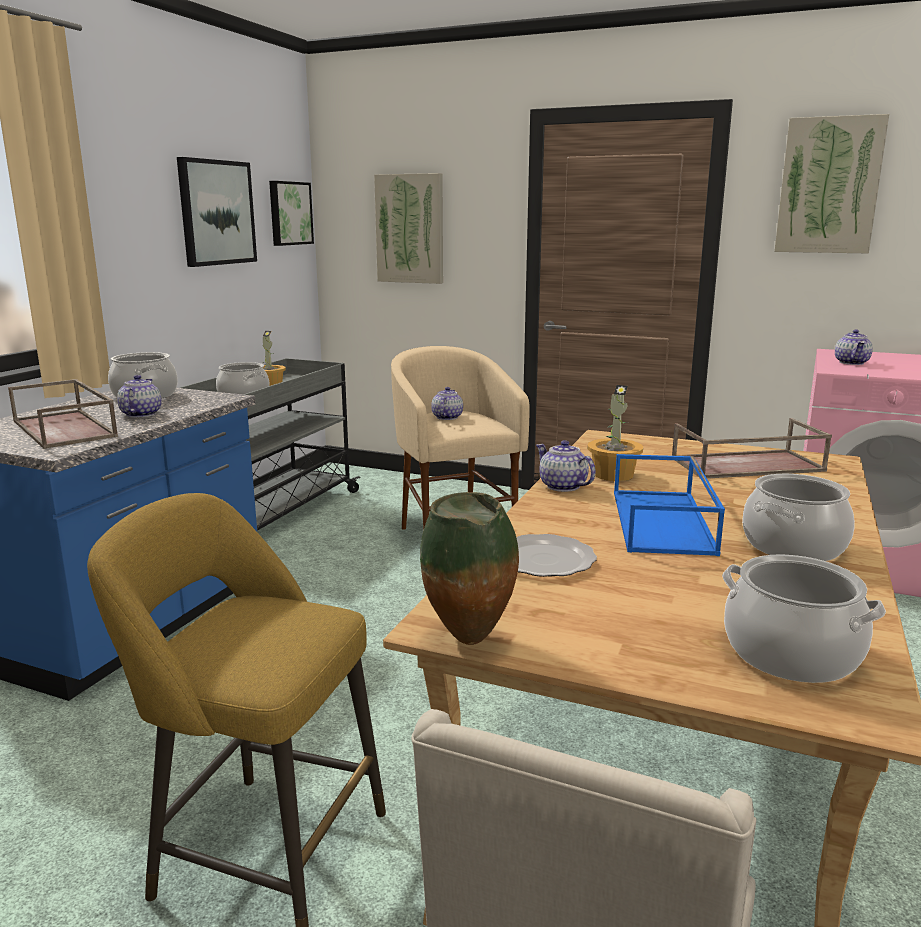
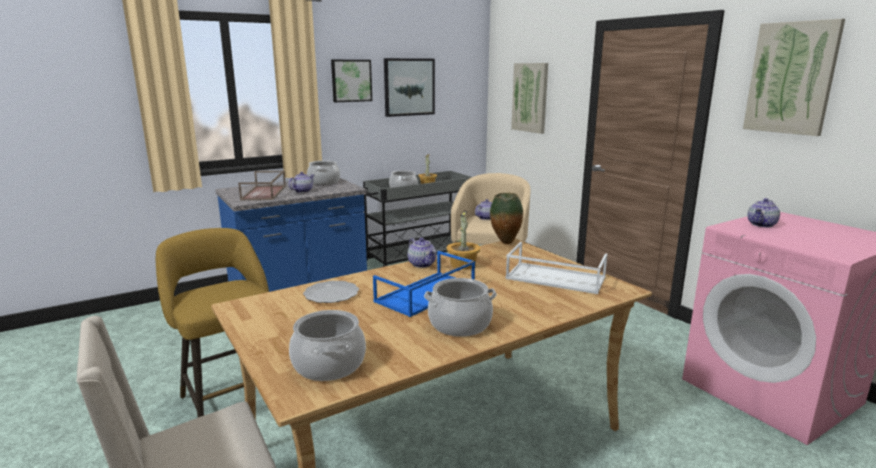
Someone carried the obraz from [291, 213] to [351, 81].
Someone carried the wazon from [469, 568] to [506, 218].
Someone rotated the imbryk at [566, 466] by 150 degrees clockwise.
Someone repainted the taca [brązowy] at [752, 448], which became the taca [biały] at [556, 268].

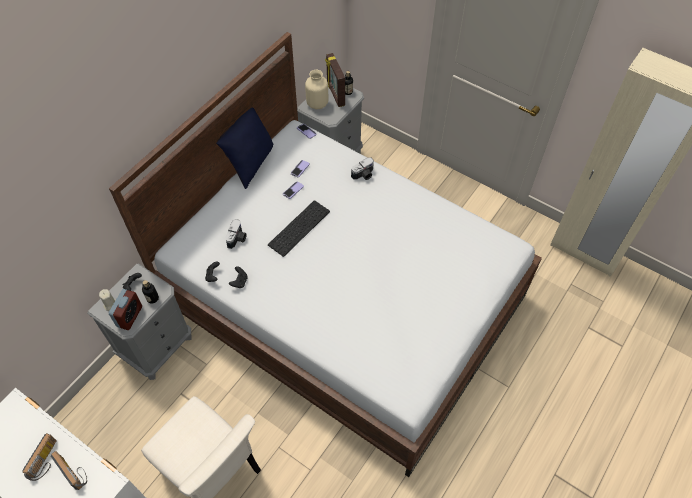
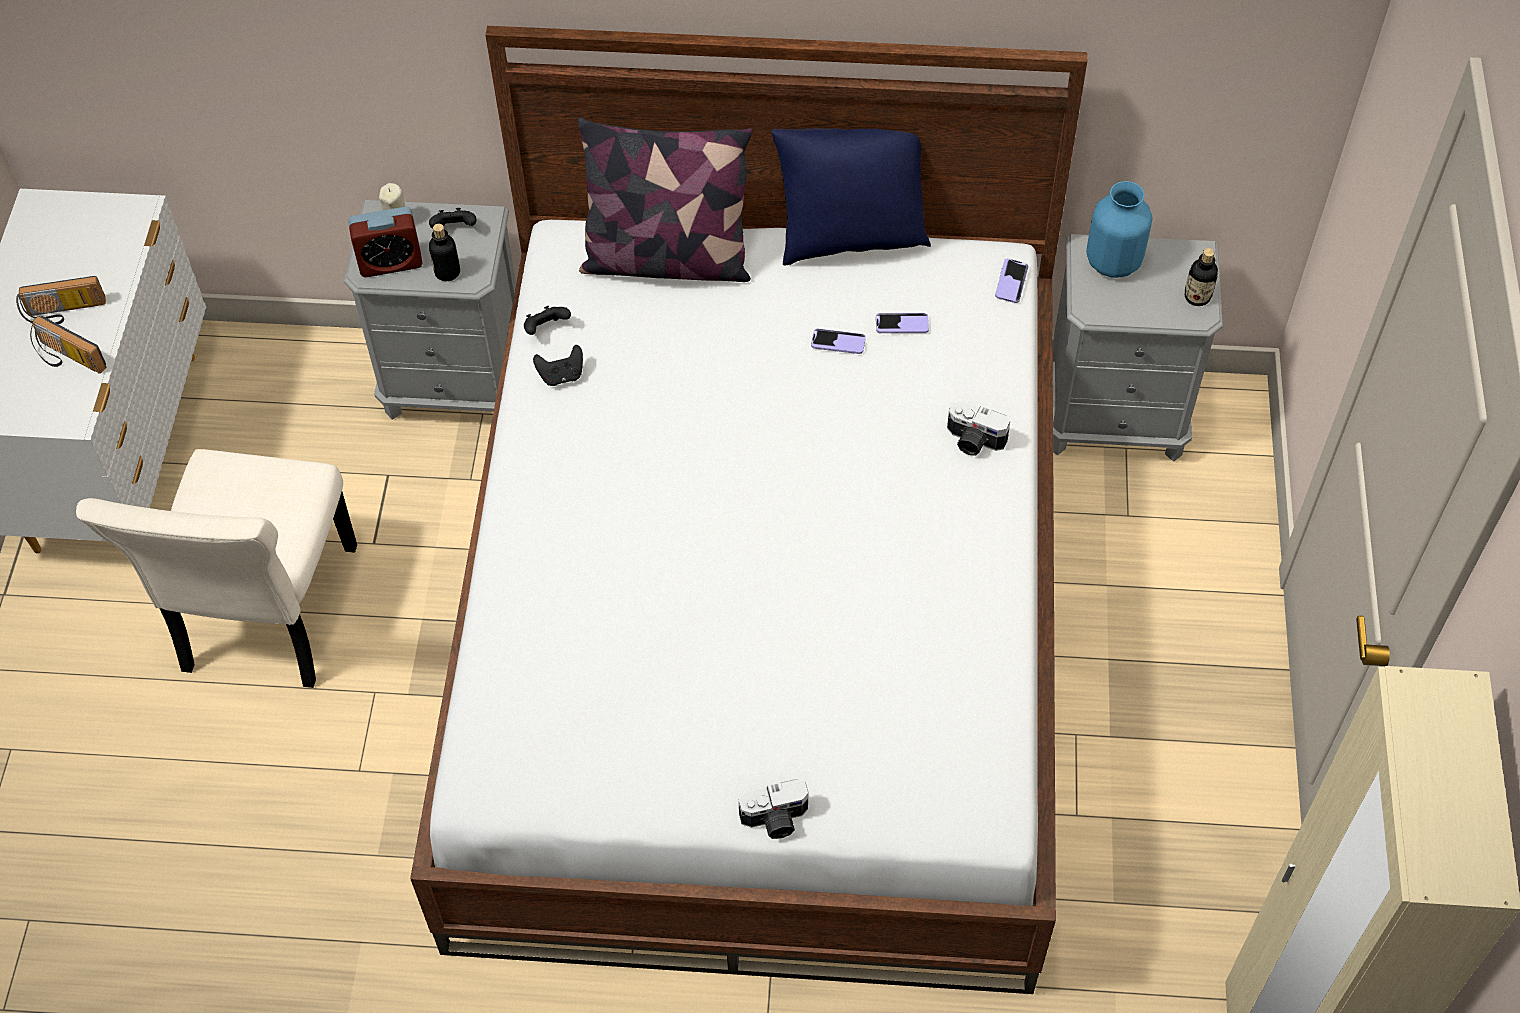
Someone rotated the radio at [69, 470] by 105 degrees clockwise.
Someone carried the aparat fotograficzny from [235, 234] to [774, 809].
Someone took away the klawiatura at [299, 228].
Someone repainted the wazon [beżowy] at [316, 89], which became the wazon [niebieski] at [1119, 229].
Someone took away the ramka na zdjęcie at [335, 80].
Someone put down the poduszka at [665, 200].

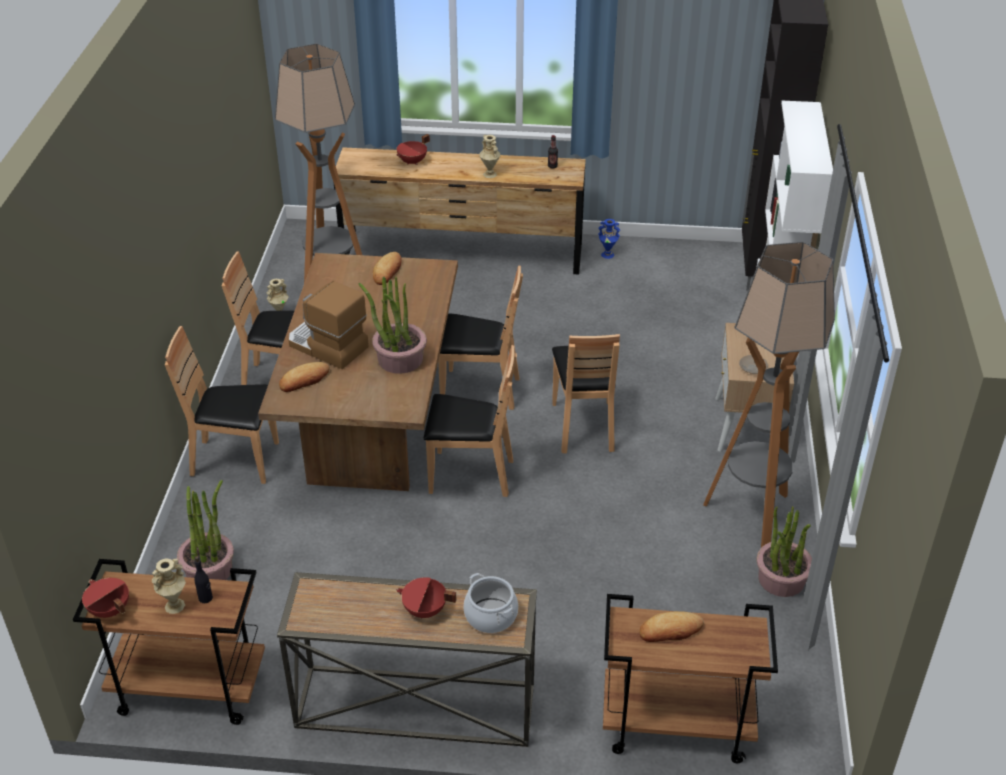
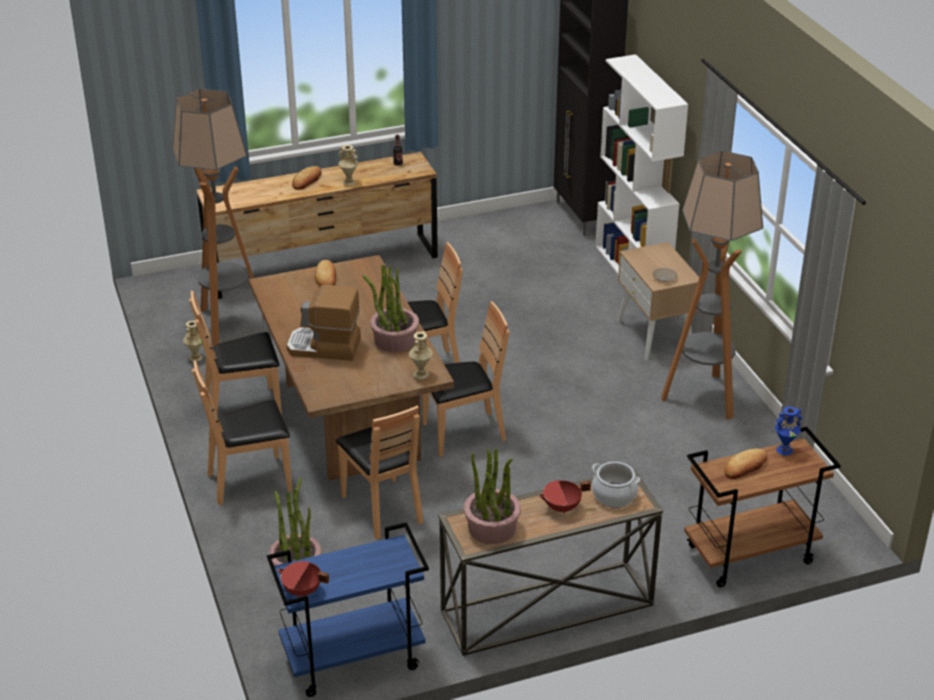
Someone repainted the wózek [brązowy] at [169, 642], which became the wózek [niebieski] at [348, 609].
Someone carried the wazon [beżowy] from [169, 586] to [421, 355].
Someone took away the butelka [czarny] at [203, 579].
Someone carried the chleb from [304, 377] to [307, 178].
Someone took away the garnek [czerwony] at [413, 149].
Someone carried the krzesło [brązowy] from [586, 393] to [380, 472].
Someone carried the wazon [niebieski] from [609, 239] to [788, 431].
Someone carried the roślina doniczkowa from [784, 551] to [492, 496].

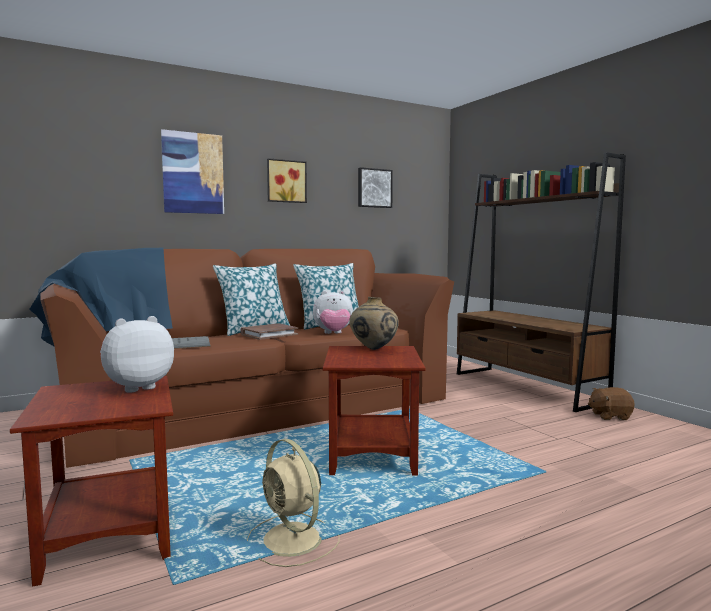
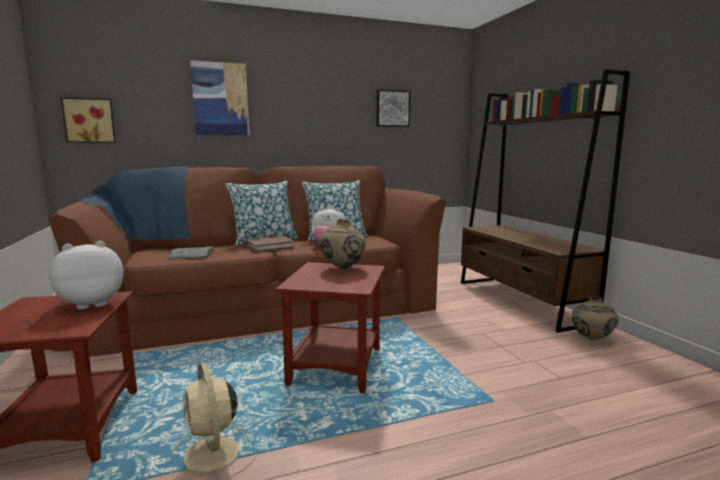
Someone carried the obraz from [287, 180] to [88, 120].
Someone swapped the pluszak [brązowy] at [611, 403] for the wazon [beżowy] at [595, 318].

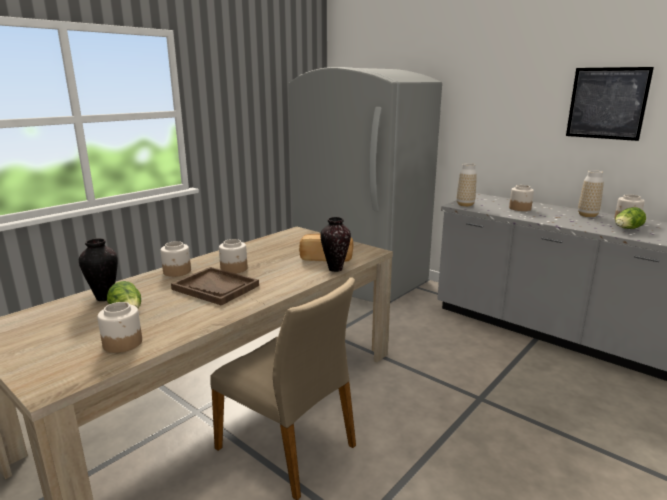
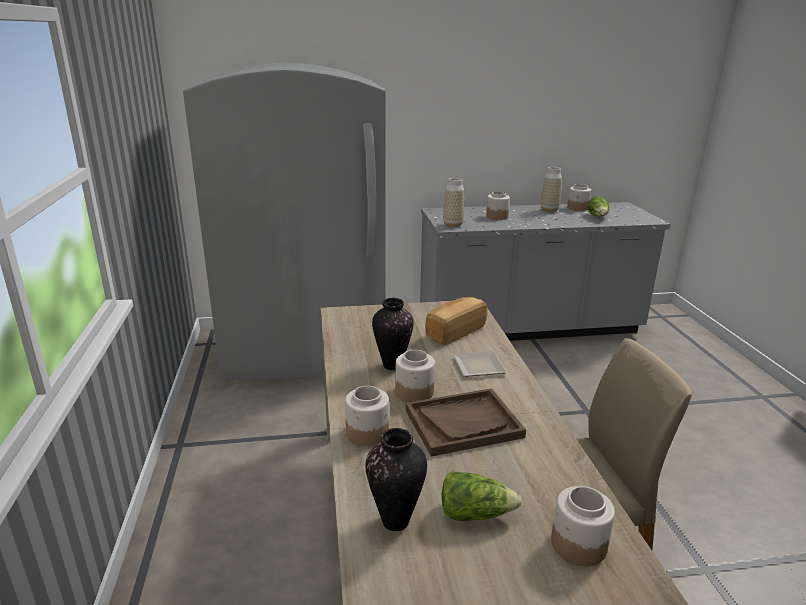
Someone carried the wazon from [335, 244] to [393, 334].
Someone took away the obraz at [610, 104].
Someone put down the talerz at [480, 364].

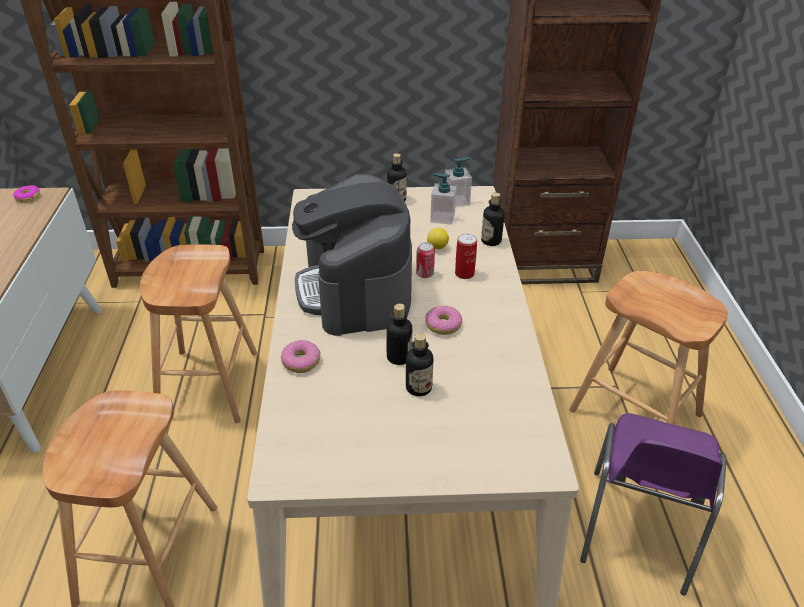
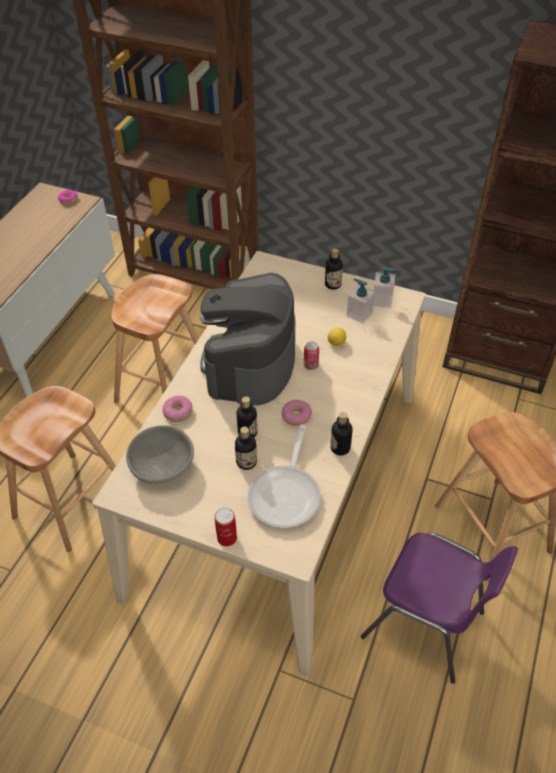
Someone carried the puszka from [466, 256] to [226, 527].
Someone carried the butelka from [493, 219] to [341, 433].
Someone rotated the krzesło [fioletowy] at [653, 504] by 105 degrees counterclockwise.
Someone put down the miska [szary] at [160, 454].
Someone put down the patelnia at [284, 476].

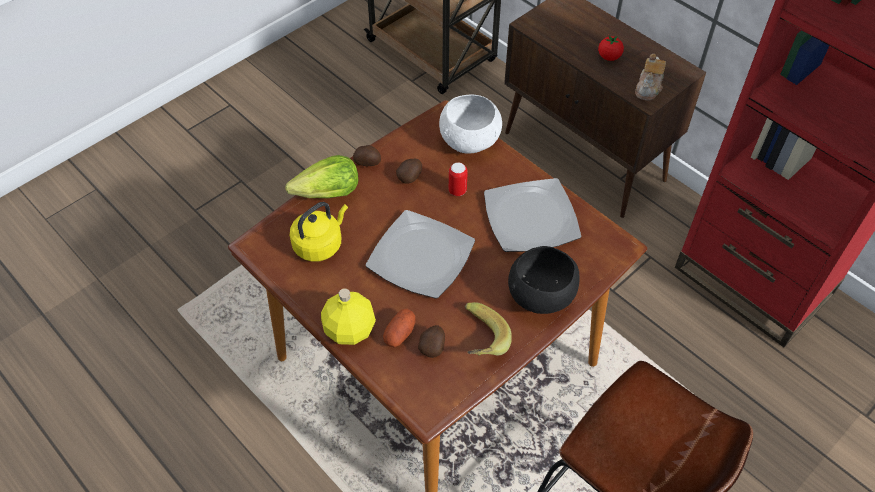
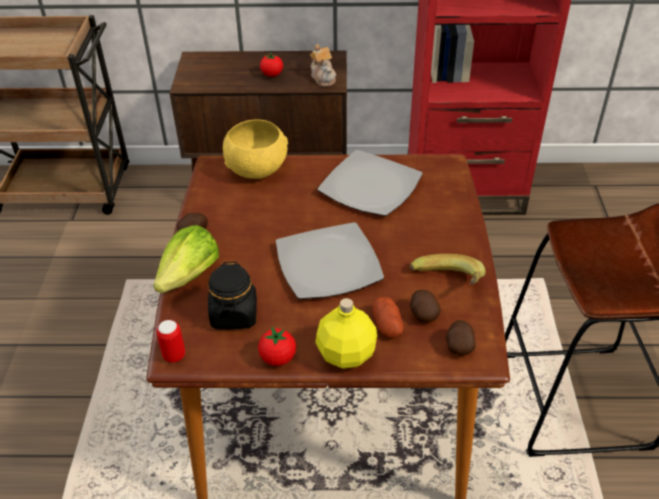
Someone swapped the czajnik [żółty] at [319, 232] for the słoik [czarny] at [232, 296].
Someone carried the ziemniak from [409, 171] to [461, 337].
Someone repainted the miska [biały] at [470, 124], which became the miska [żółty] at [255, 149].
Someone carried the puszka from [458, 179] to [170, 341].
Someone took away the miska [czarny] at [544, 280].
Someone put down the pomidor at [277, 346].

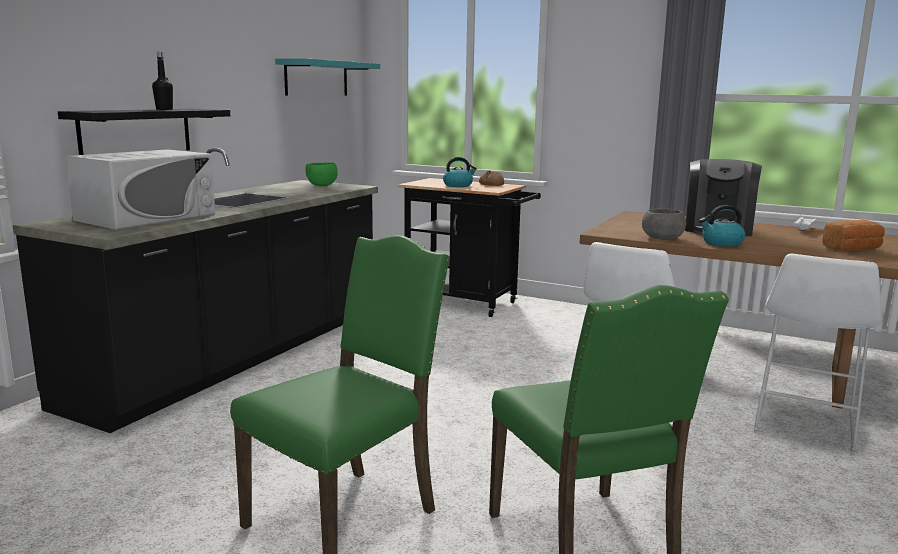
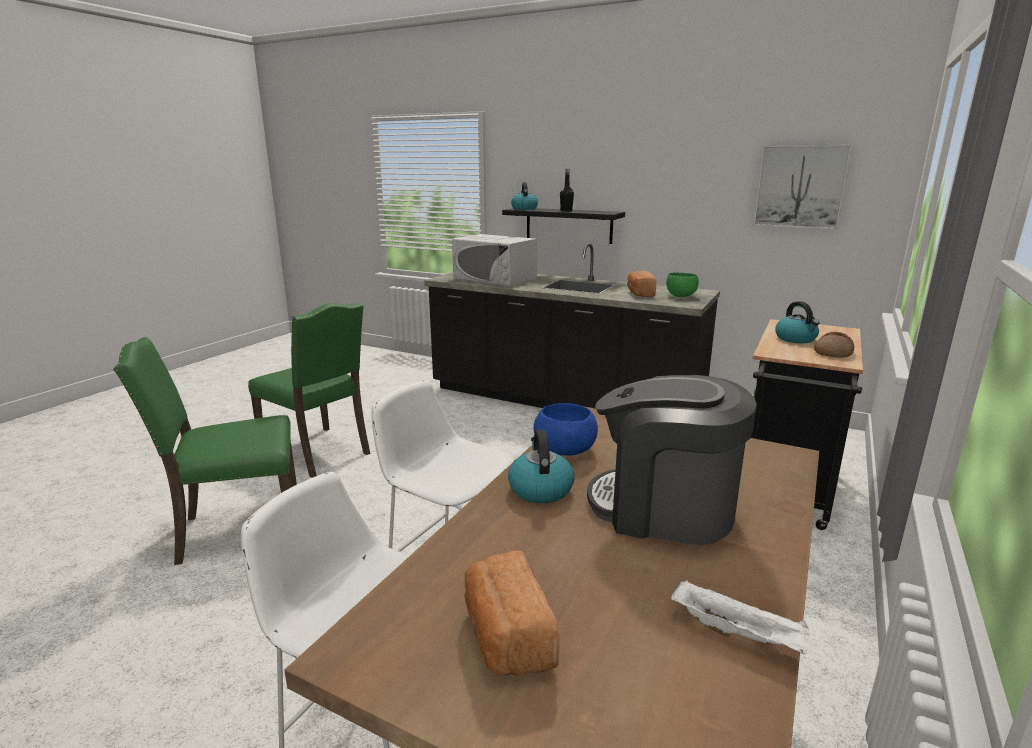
Someone swapped the półka [turkusowy] at [327, 77] for the obraz at [802, 187].
Someone repainted the miska [szary] at [664, 224], which became the miska [niebieski] at [566, 429].
Someone put down the czajnik at [524, 196].
Someone put down the chleb at [641, 284].

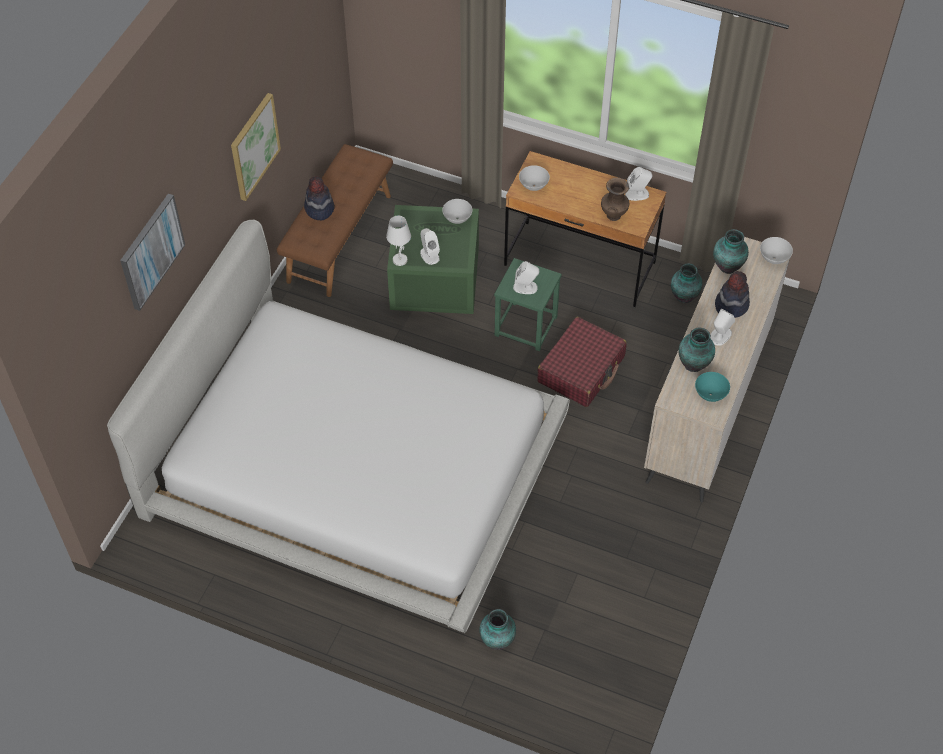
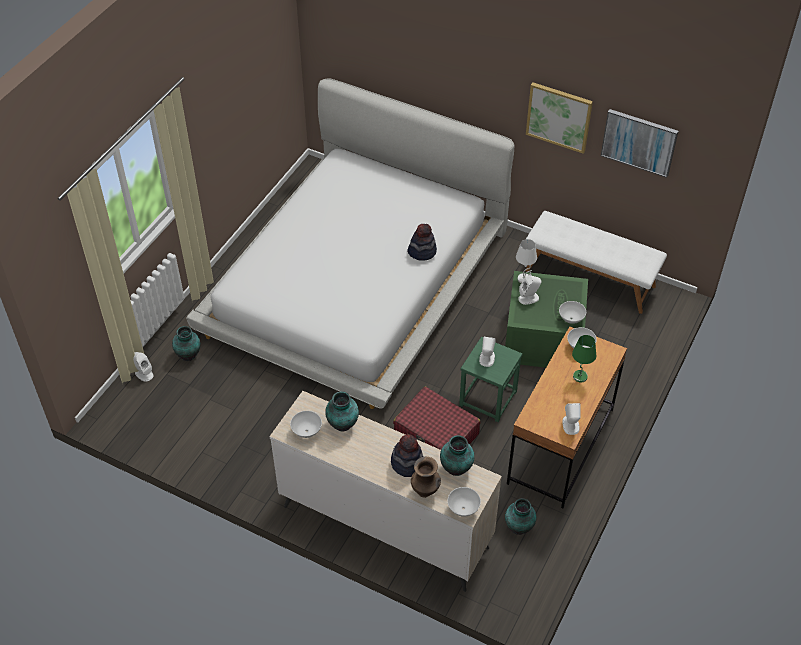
Someone carried the obraz from [152, 252] to [639, 143].
Someone repainted the ławka [brązowy] at [335, 220], which became the ławka [biały] at [596, 262].
Someone carried the kapelusz from [319, 198] to [422, 242].
Someone carried the wazon [brązowy] from [615, 199] to [426, 477].
Someone repainted the miska [turkusowy] at [712, 387], which became the miska [biały] at [306, 424].
Someone carried the głośnik [biały] from [722, 327] to [143, 367].
Someone put down the lampa stołowa [zielony] at [584, 358].

